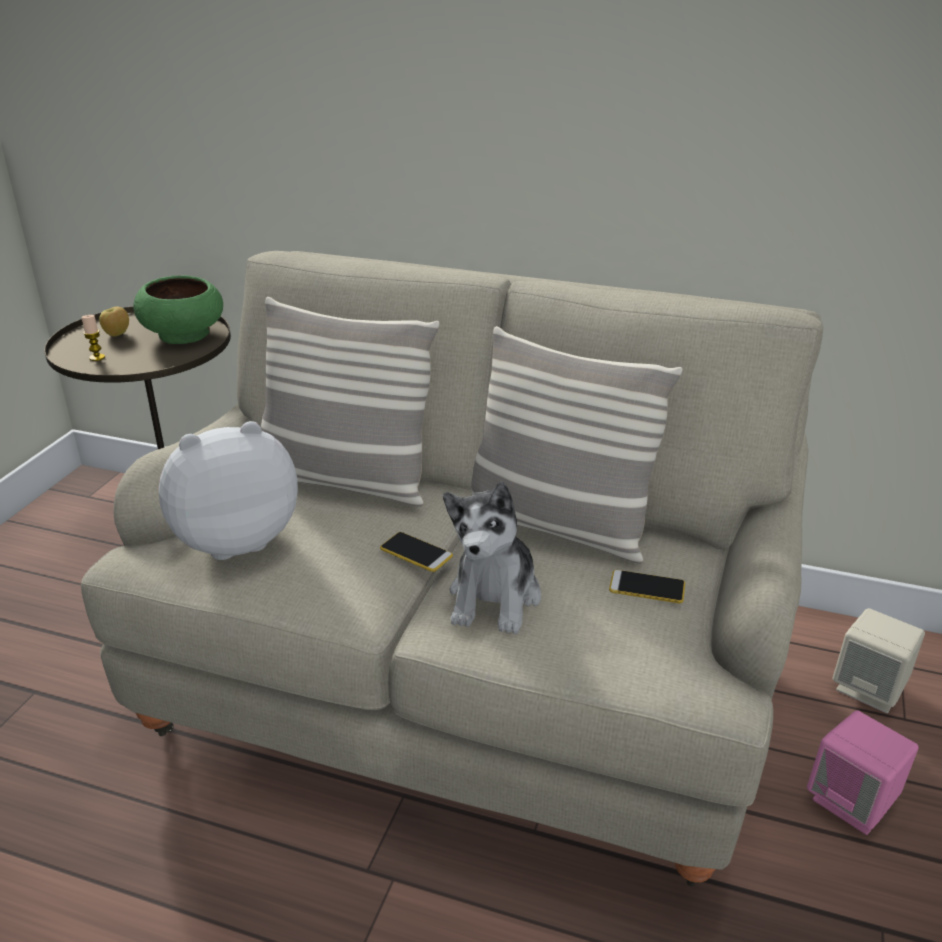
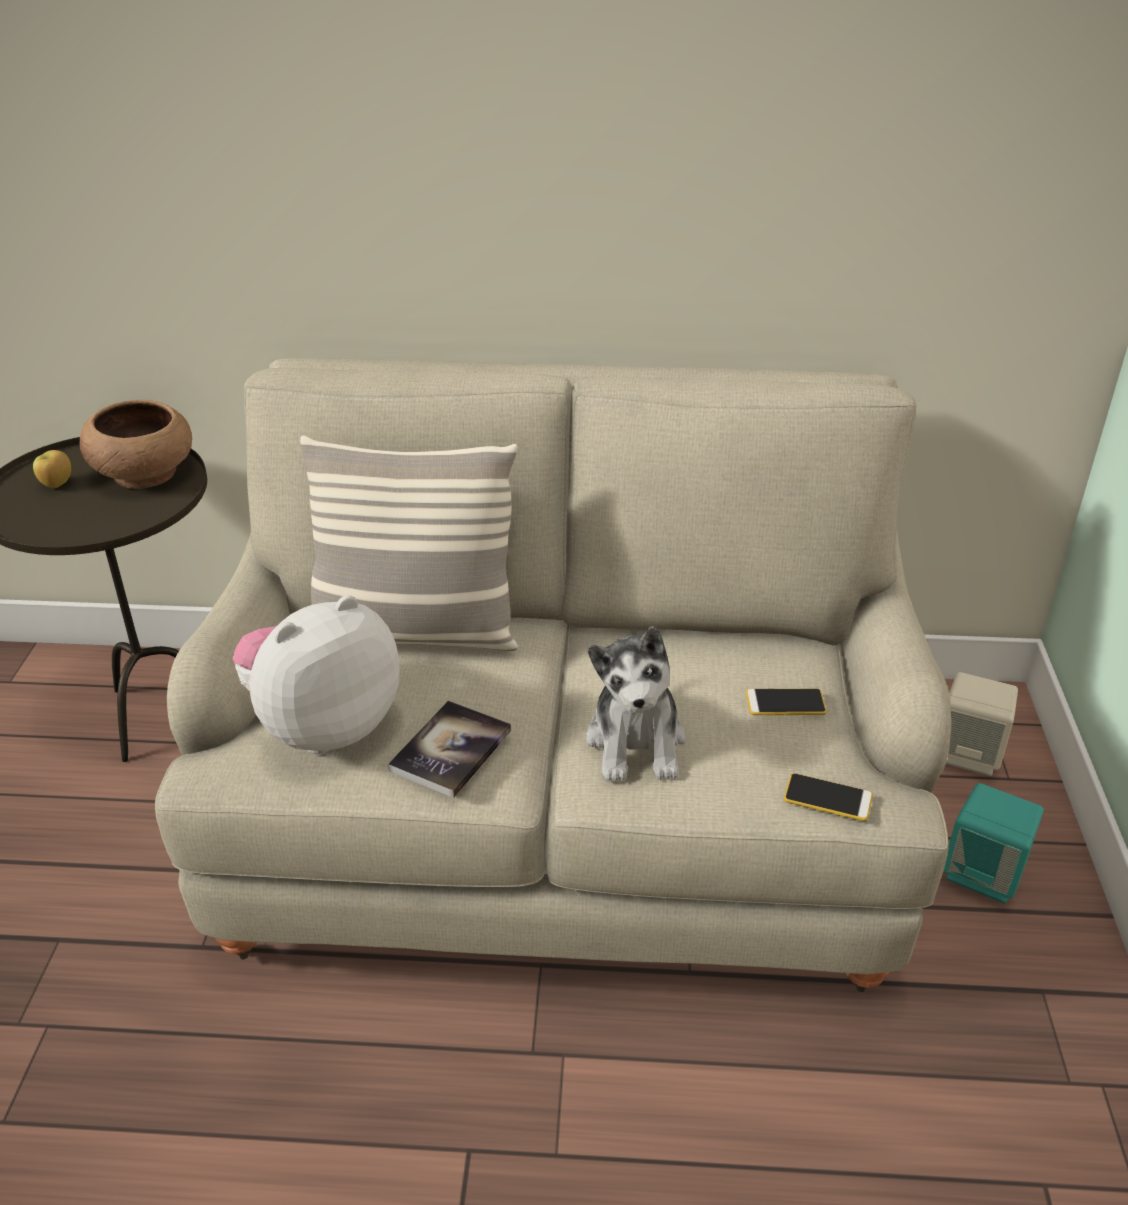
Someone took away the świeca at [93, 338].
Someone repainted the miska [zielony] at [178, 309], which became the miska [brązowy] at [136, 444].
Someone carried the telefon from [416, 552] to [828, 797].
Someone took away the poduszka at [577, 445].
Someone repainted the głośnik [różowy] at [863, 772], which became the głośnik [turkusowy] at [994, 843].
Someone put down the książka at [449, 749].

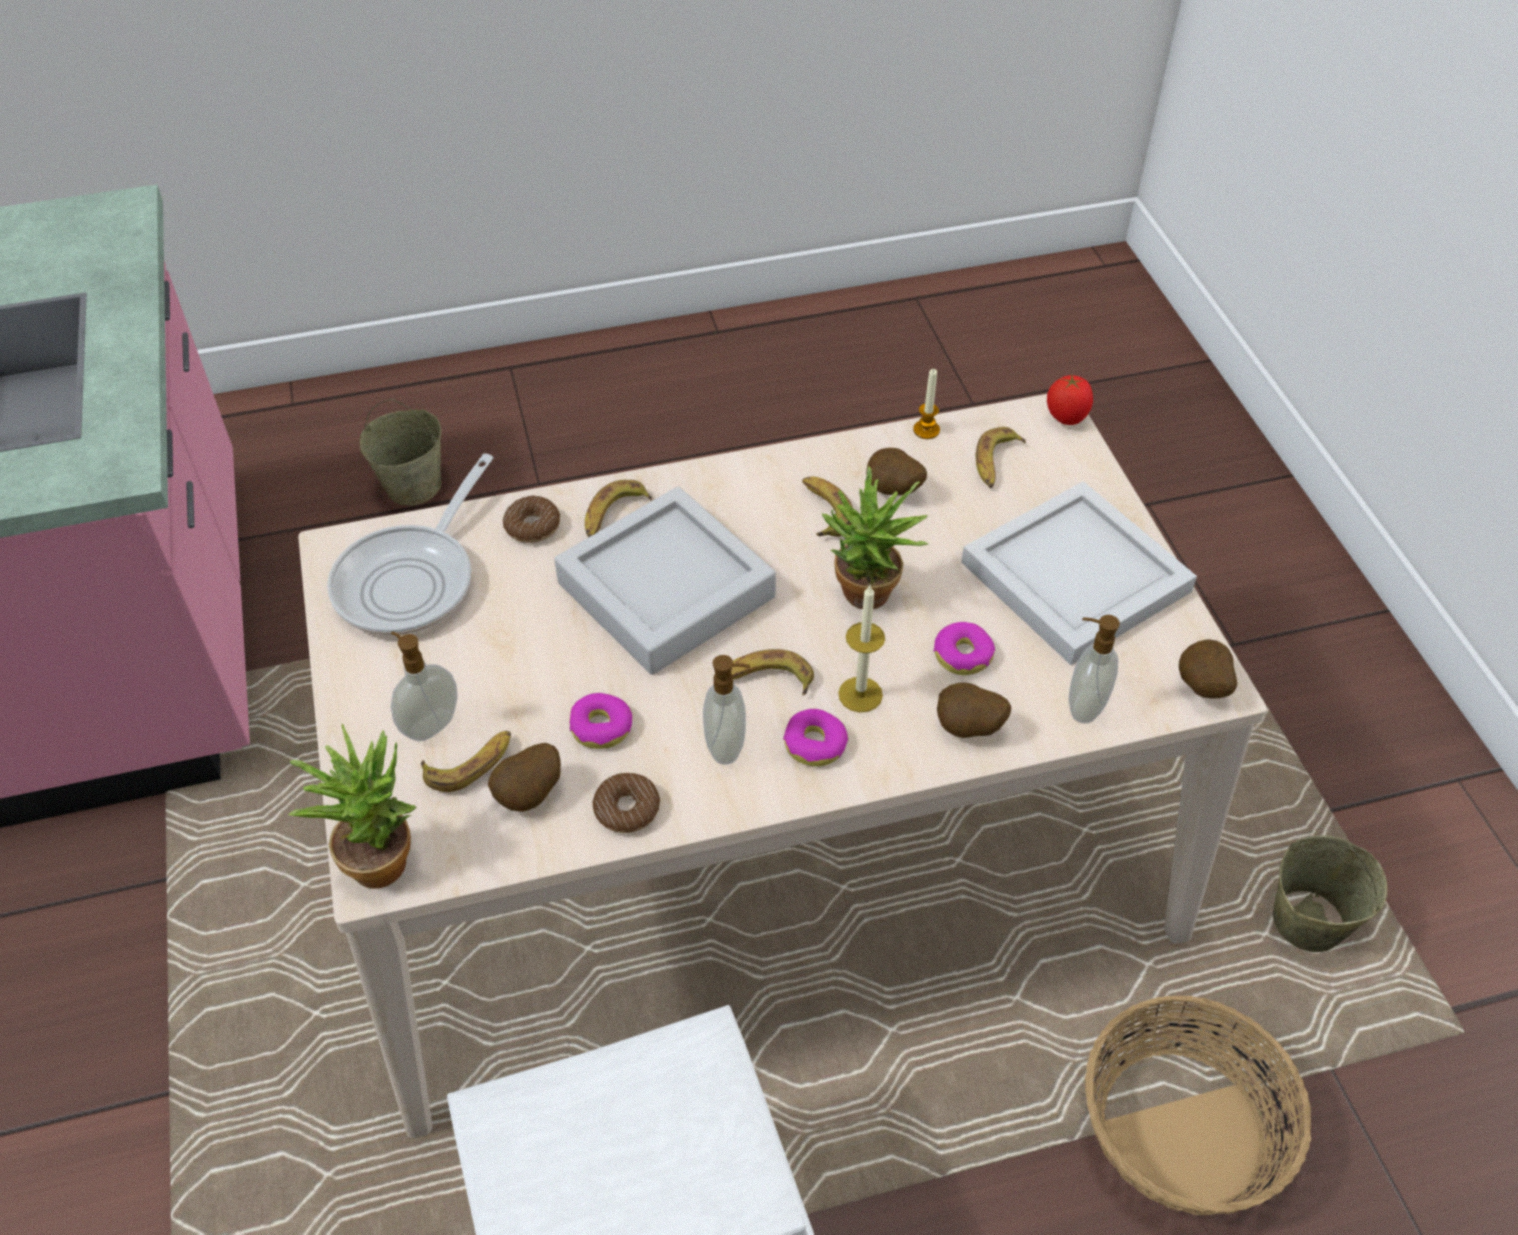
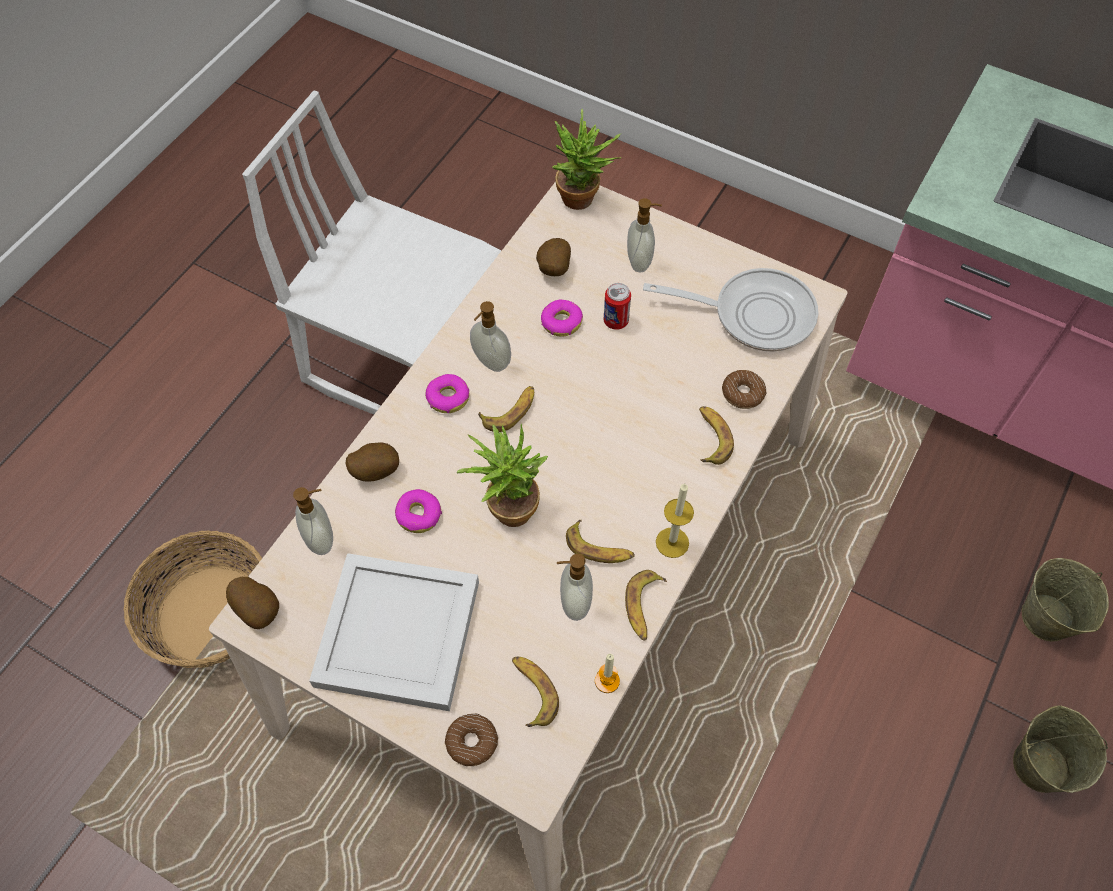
Someone rotated the patelnia at [410, 544] by 120 degrees clockwise.
Someone carried the banan from [466, 761] to [646, 605].
Someone took away the taca [szary] at [665, 581].
Someone carried the donut from [626, 803] to [471, 740].
Someone carried the świeca from [861, 648] to [675, 521].
Someone swapped the ziemniak at [896, 471] for the dozownik mydła at [575, 587].
Someone took away the pomidor at [1070, 400].
Someone carried the wiadro [beżowy] from [1330, 893] to [1060, 749].
Someone put down the puszka at [617, 306].

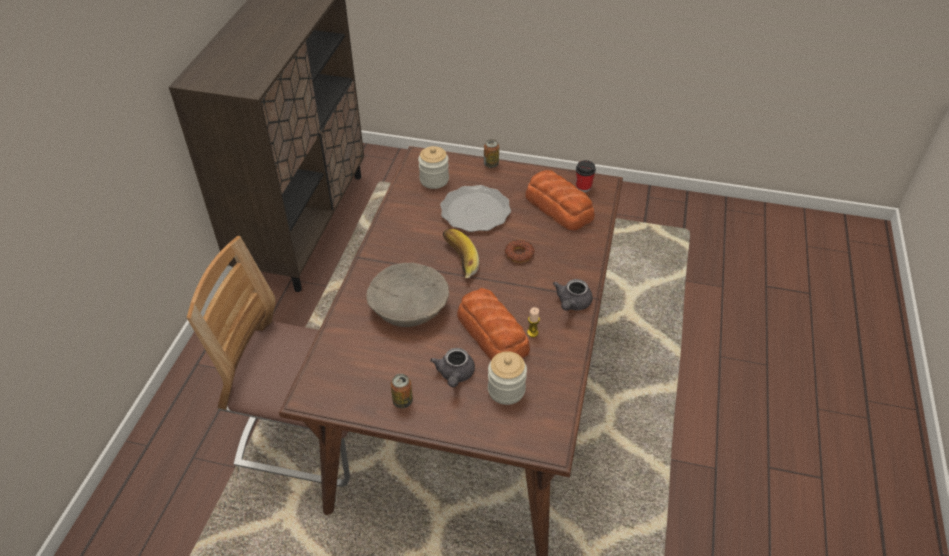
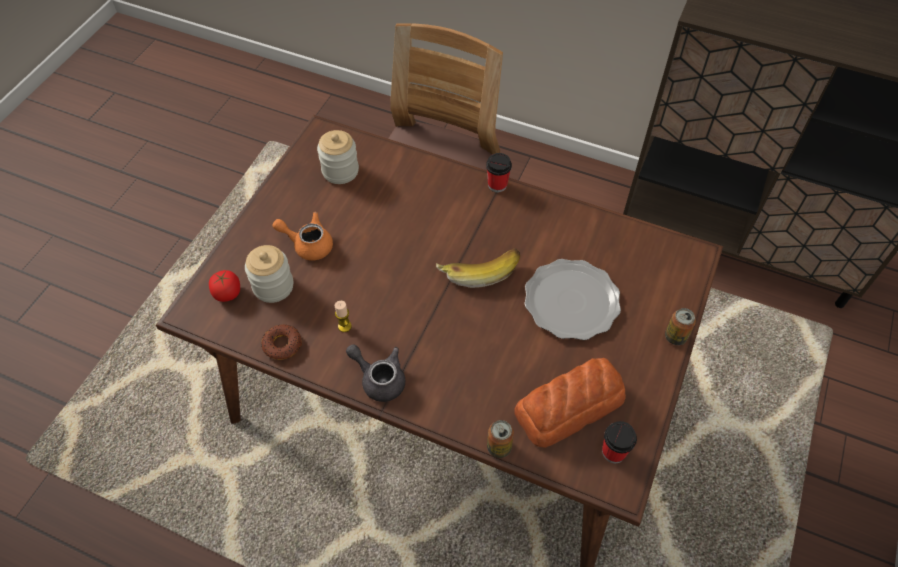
Someone took away the miska [beżowy] at [408, 295].
Someone carried the puszka from [402, 391] to [500, 439].
Someone carried the słoik from [433, 167] to [338, 157].
Someone repainted the imbryk [szary] at [452, 367], which became the imbryk [pomarańczowy] at [303, 236].
Someone took away the chleb at [493, 324].
Someone carried the donut from [520, 251] to [281, 342].
Someone put down the pomidor at [224, 286].
Someone put down the filiżanka at [499, 172].

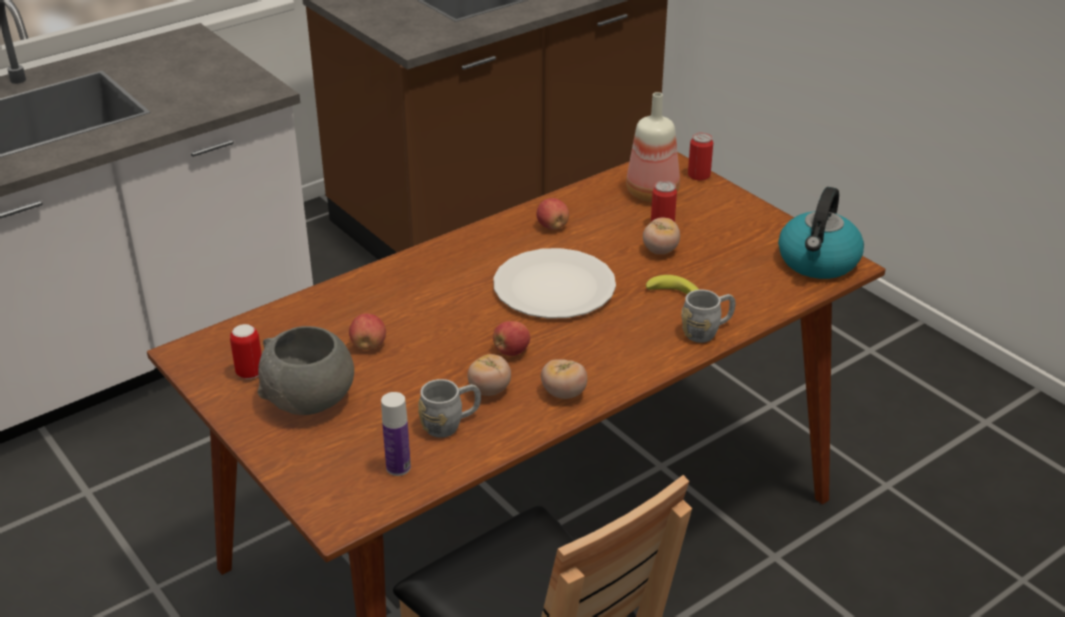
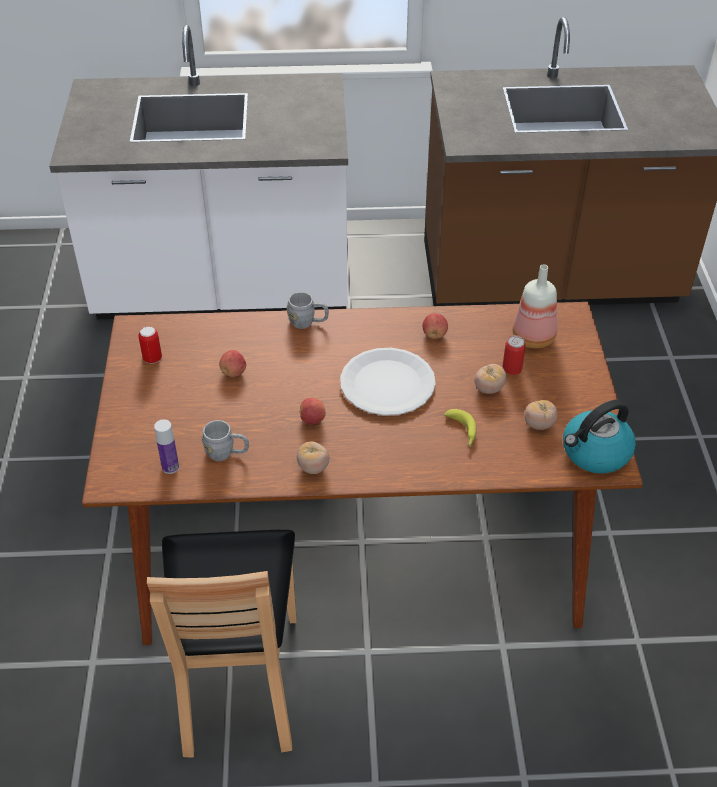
Someone took away the miska [szary] at [306, 370].
Someone carried the pomidor from [489, 375] to [541, 415].
Someone carried the kubek [szary] from [708, 316] to [308, 310].
Someone took away the puszka at [700, 156].

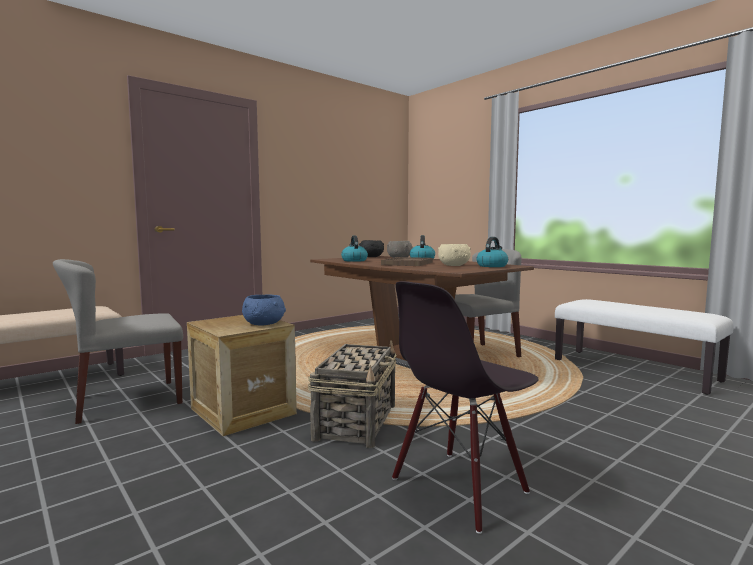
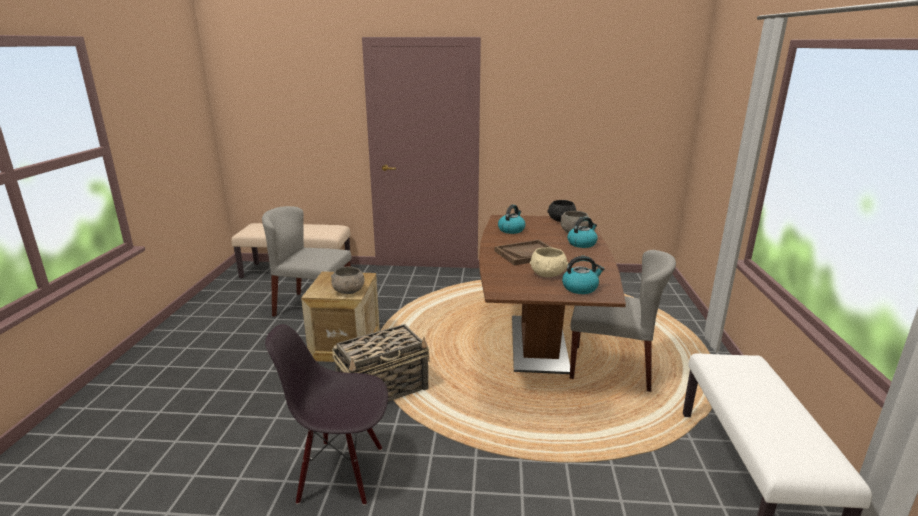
Someone repainted the miska [niebieski] at [264, 309], which became the miska [szary] at [348, 280].

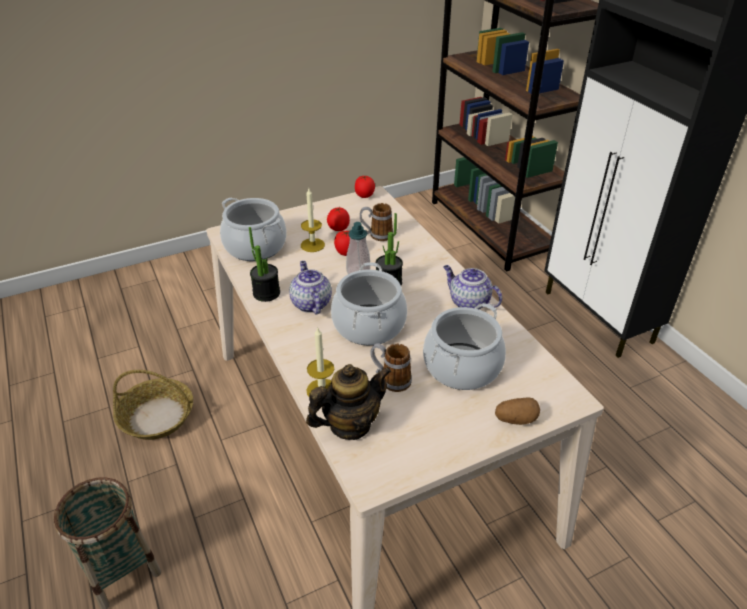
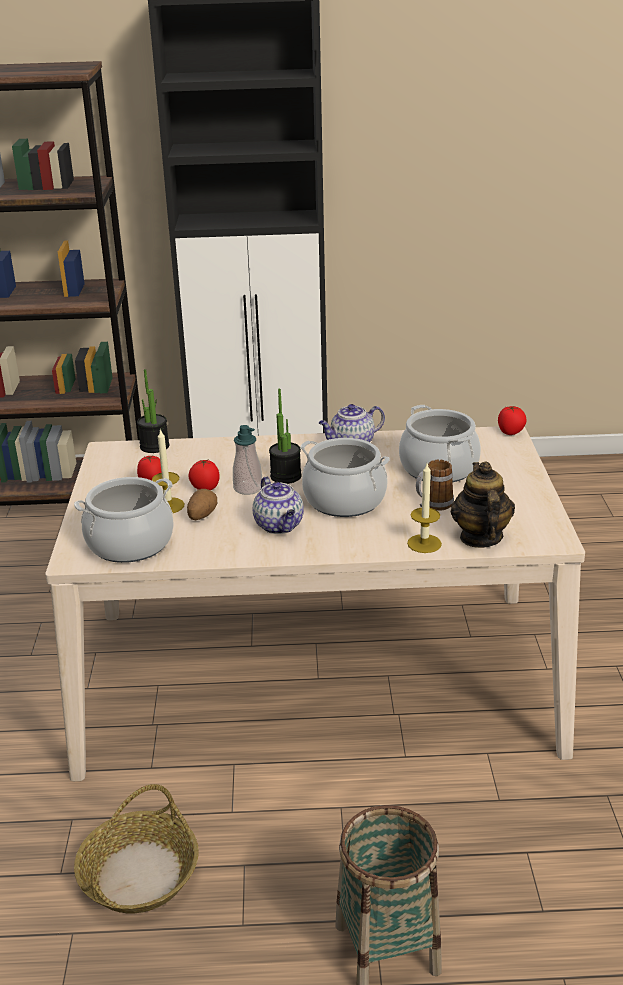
Someone carried the roślina doniczkowa from [264, 264] to [153, 411].
Someone rotated the imbryk at [310, 288] by 120 degrees counterclockwise.
Someone carried the pomidor from [365, 187] to [512, 420].
Someone took away the kubek at [376, 222].
Someone carried the ziemniak from [517, 411] to [202, 504].

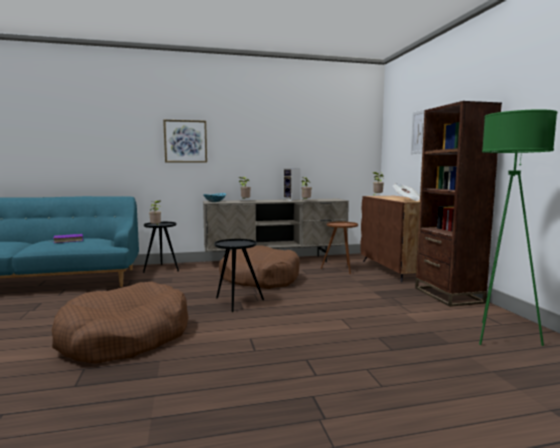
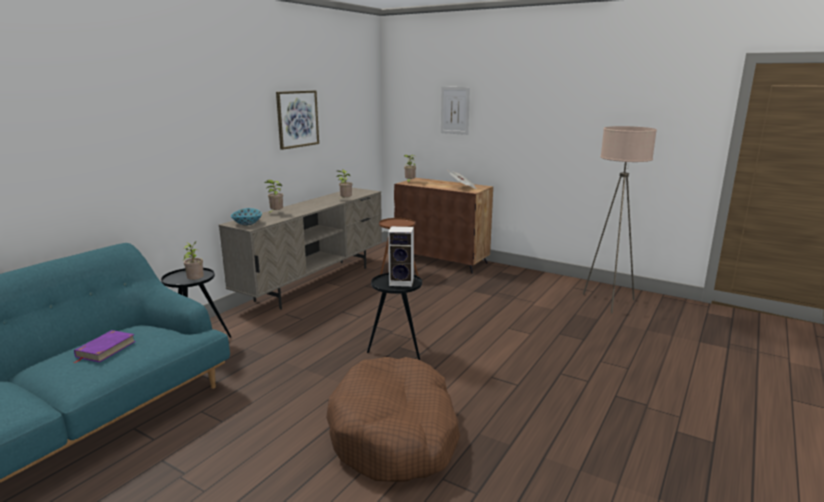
Someone carried the obraz from [185, 141] to [297, 120].
Someone took away the legowisko [brązowy] at [259, 267].
Someone carried the głośnik from [291, 185] to [401, 256].
Someone took away the regał [brązowy] at [458, 204].
Someone repainted the lampa stojąca [zielony] at [518, 228], which became the lampa stojąca [beżowy] at [620, 219].

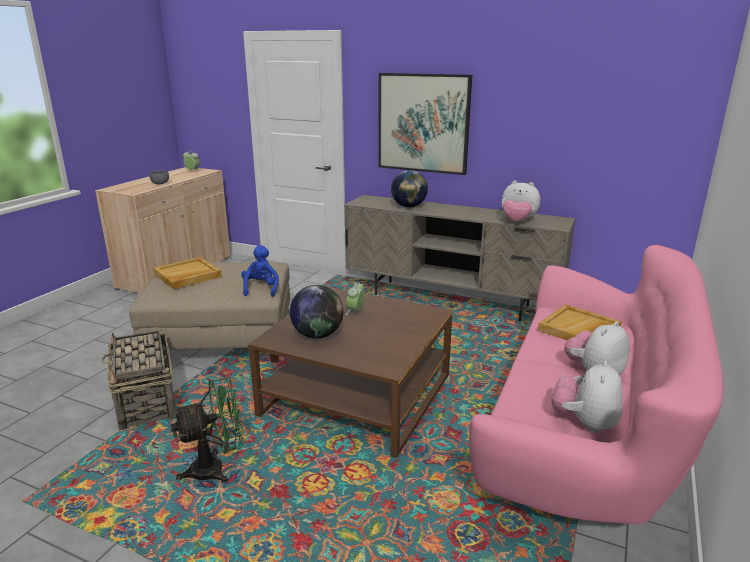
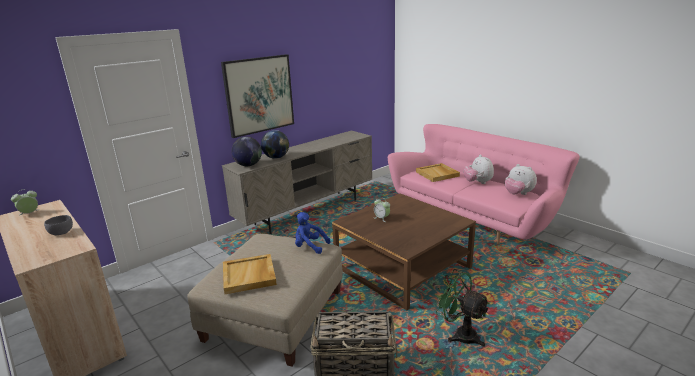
Someone rotated the wentylator [zielony] at [207, 430] by 45 degrees counterclockwise.
Someone carried the globus from [316, 311] to [246, 151].
Someone took away the pluszak at [521, 201].

